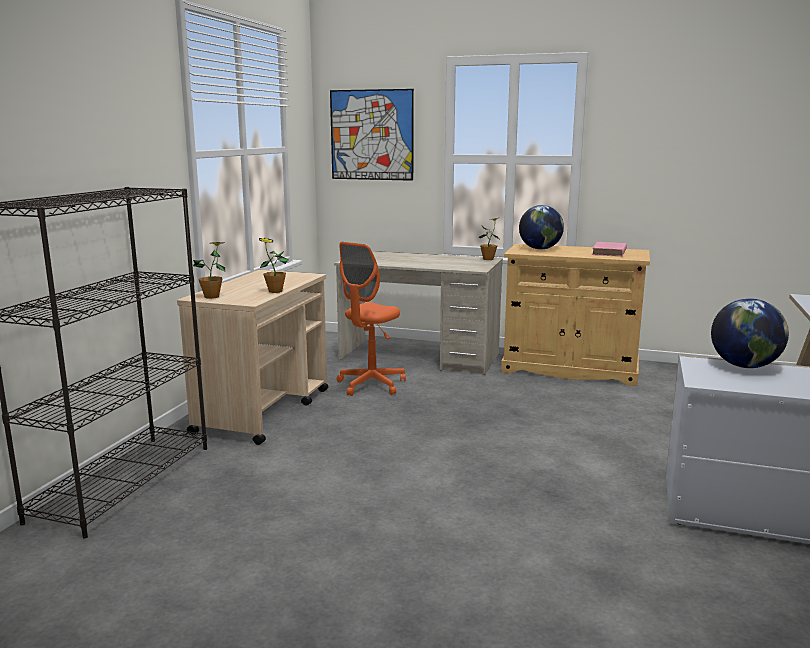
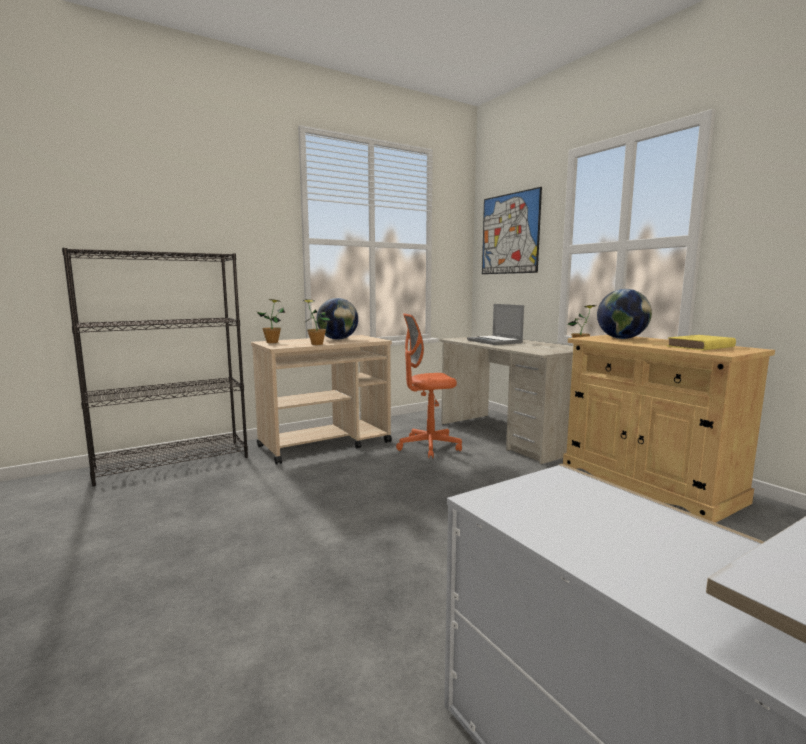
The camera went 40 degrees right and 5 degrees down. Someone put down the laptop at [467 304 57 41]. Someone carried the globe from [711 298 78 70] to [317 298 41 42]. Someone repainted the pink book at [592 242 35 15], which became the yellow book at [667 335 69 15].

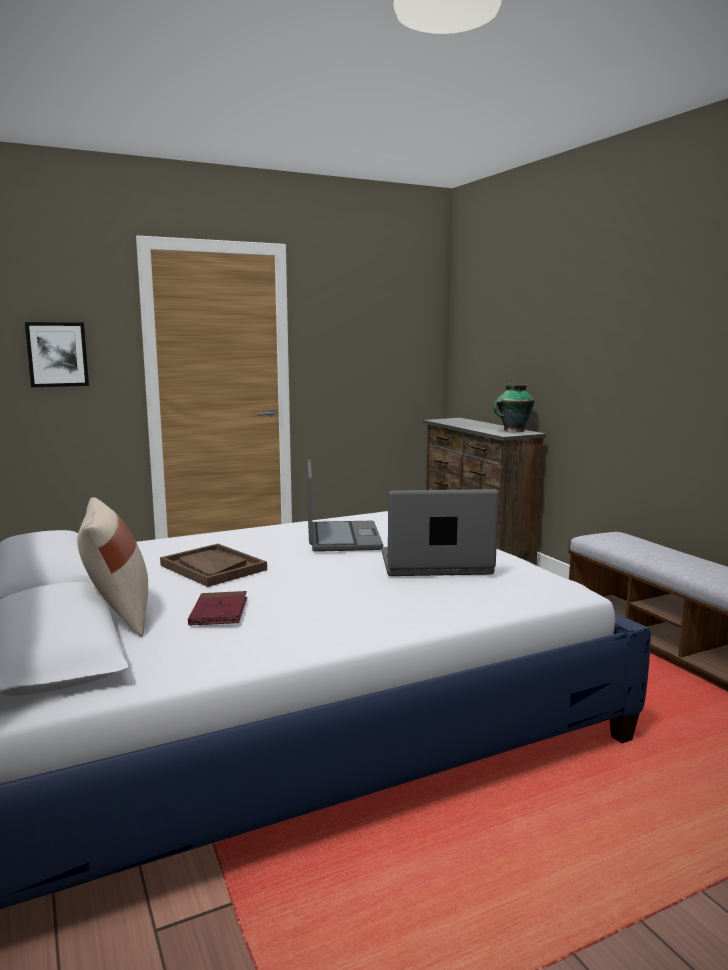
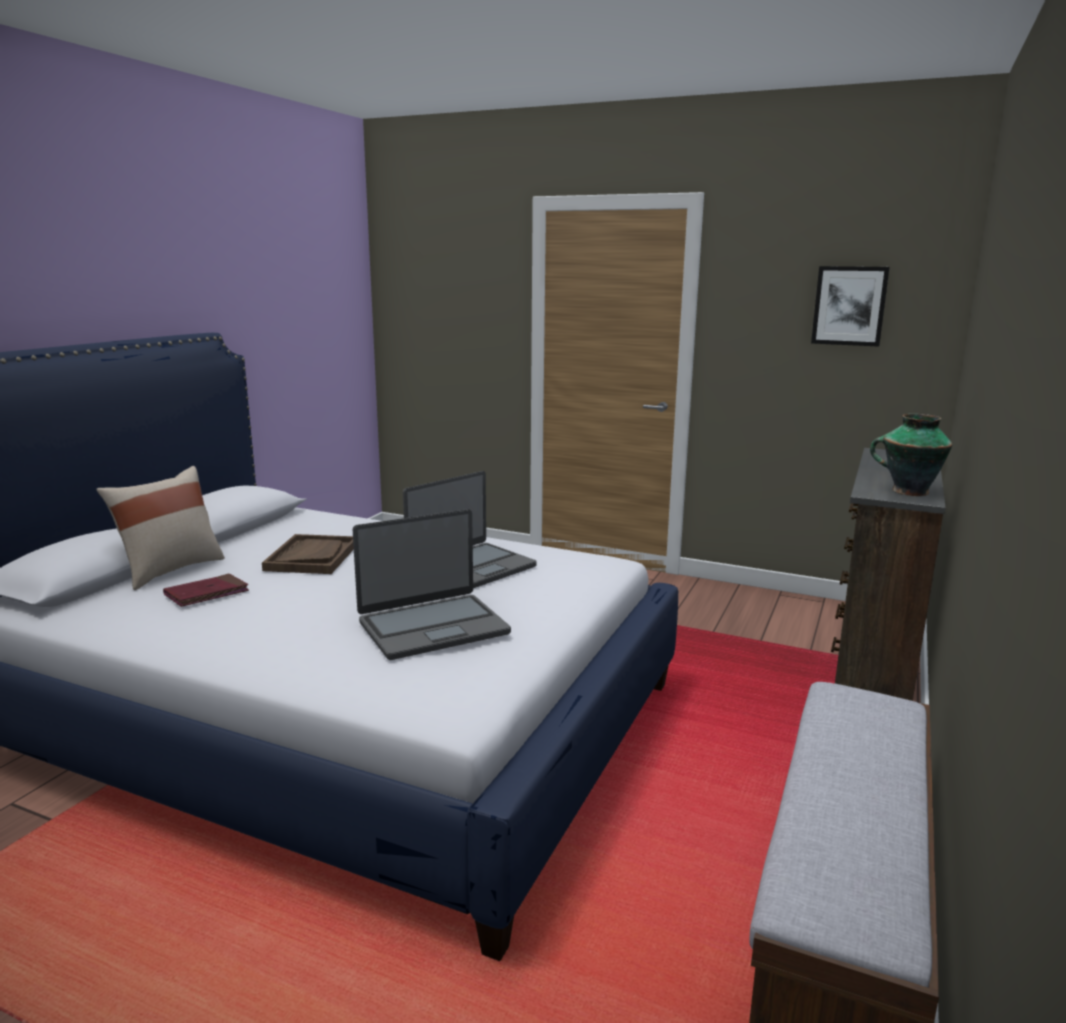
The camera went 50 degrees right and 5 degrees up. Someone carried the picture from [25 322 64 66] to [811 266 79 81]. Someone rotated the laptop at [382 489 117 87] by 105 degrees clockwise.

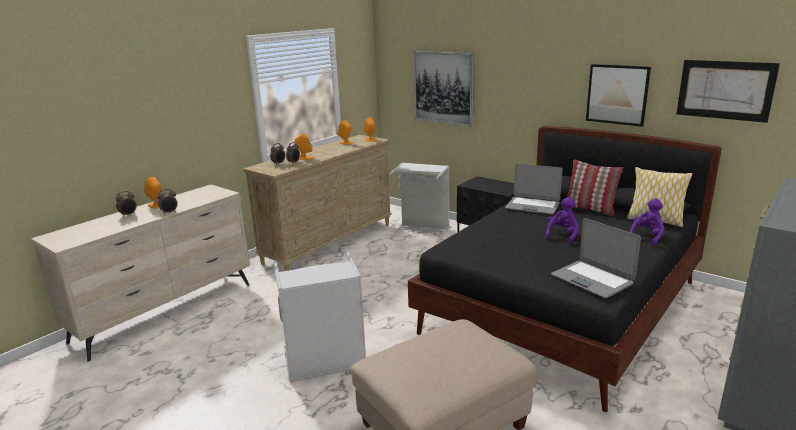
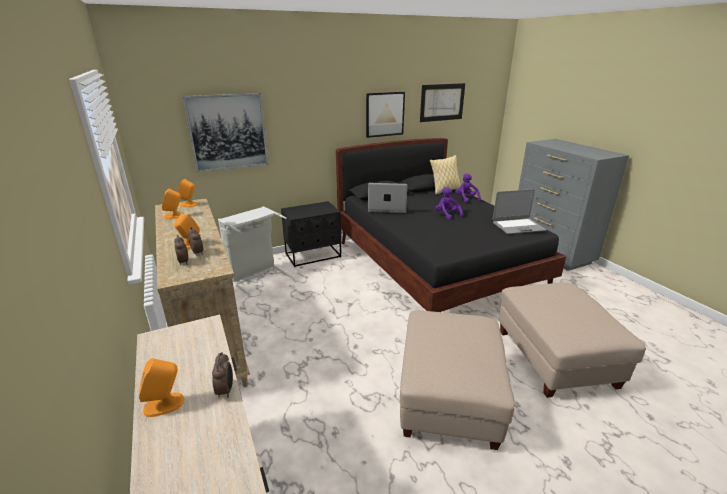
The camera went 65 degrees left and 5 degrees up. Someone took away the alarm clock at [116 191 21 26]. Someone took away the pillow at [567 160 56 56]. Someone swapped the grey laundry basket at [274 250 92 133] for the beige ottoman at [400 310 115 140]. Someone rotated the laptop at [505 164 58 50] by 135 degrees counterclockwise.

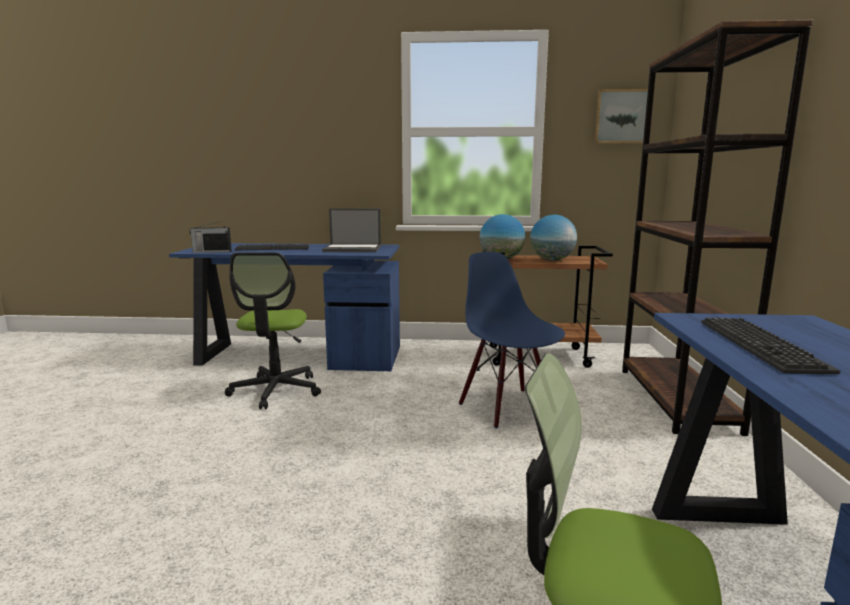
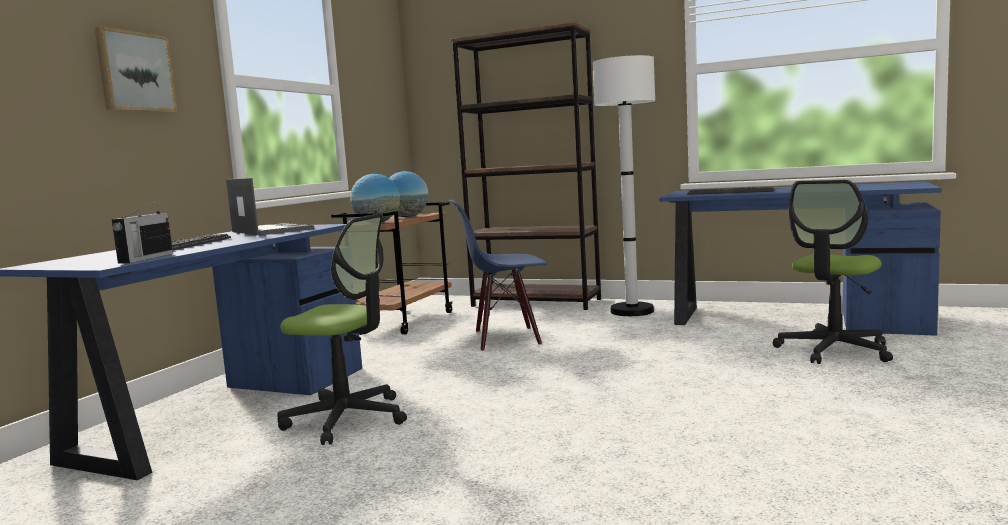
The camera went 70 degrees left and 5 degrees down. Someone put down the white floor lamp at [593 55 62 261]. Someone carried the picture from [594 89 54 55] to [95 26 82 86]. Someone rotated the laptop at [322 209 59 43] by 60 degrees counterclockwise.

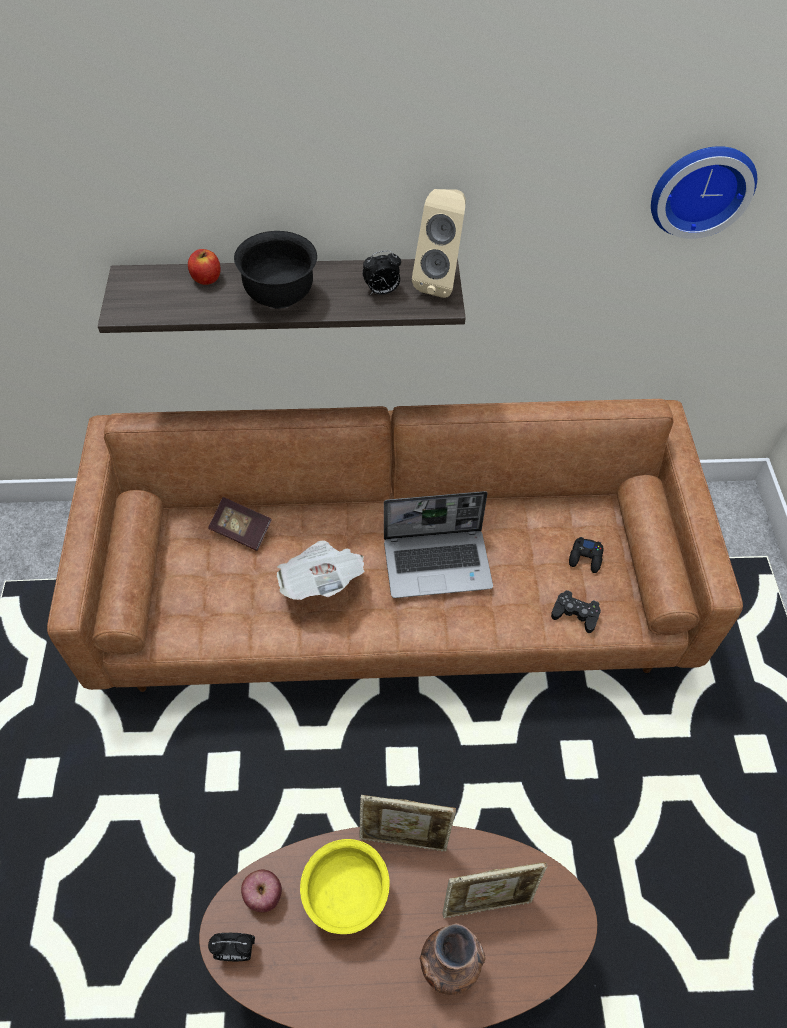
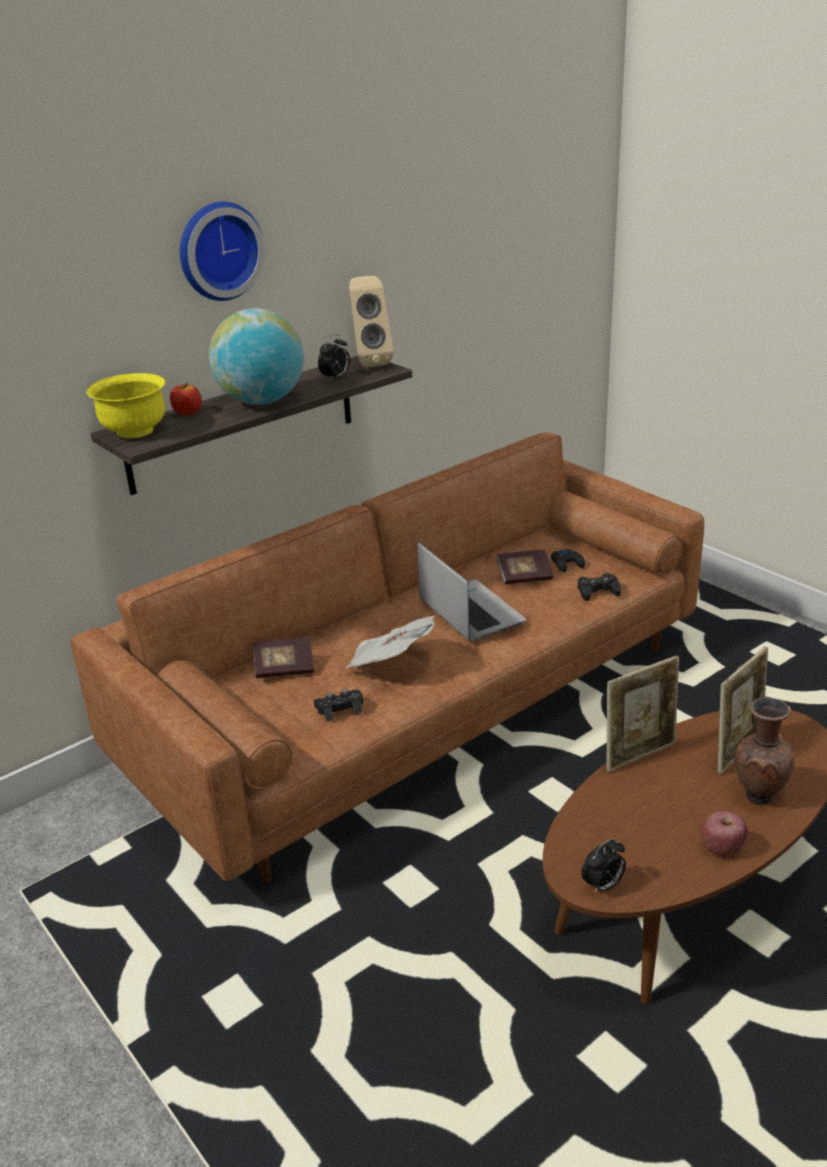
The camera went 35 degrees left and 25 degrees down. Someone put down the black game controller at [314 689 49 33]. Someone put down the book at [496 549 58 35]. Someone carried the apple from [241 869 41 43] to [701 811 46 45]. Someone carried the yellow bowl from [300 839 90 95] to [87 373 78 65]. Someone carried the wall clock from [651 146 106 93] to [180 202 85 99]. Someone swapped the black bowl at [234 231 83 78] for the globe at [209 308 95 97]. Someone rotated the laptop at [384 491 109 107] by 75 degrees counterclockwise.

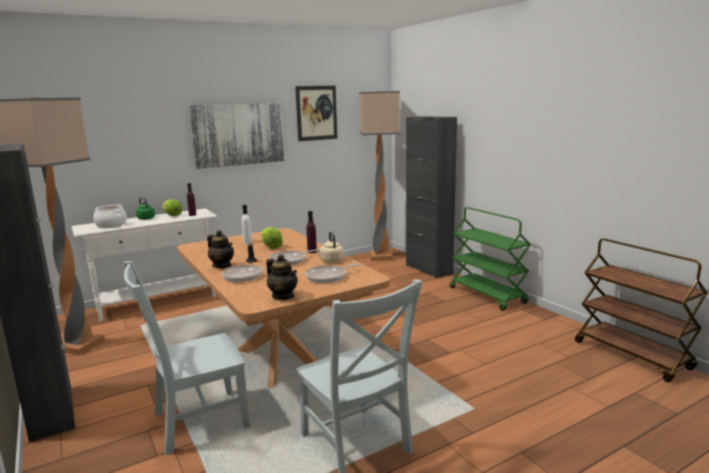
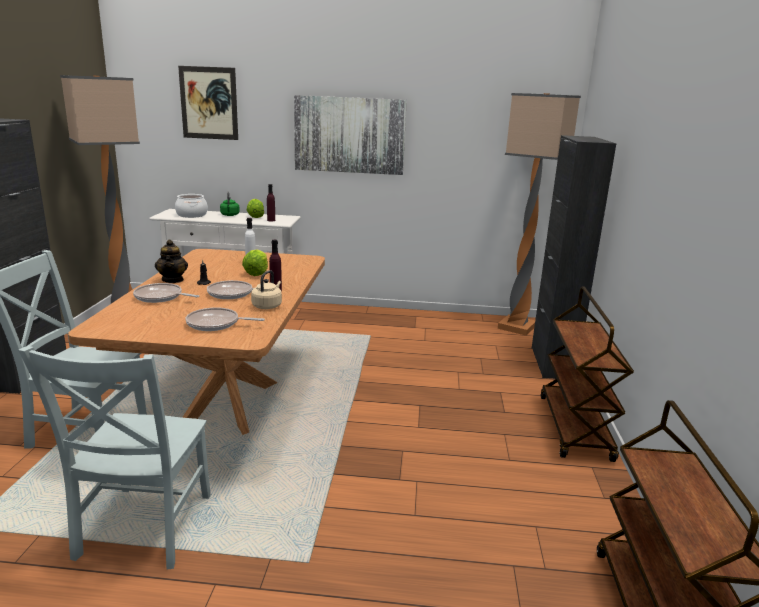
The camera went 35 degrees right and 5 degrees up. Someone took away the teapot at [266 254 32 46]. Someone carried the picture from [295 86 42 55] to [178 66 60 74]. Someone repainted the green cart at [450 207 81 104], which became the brown cart at [540 286 94 176].

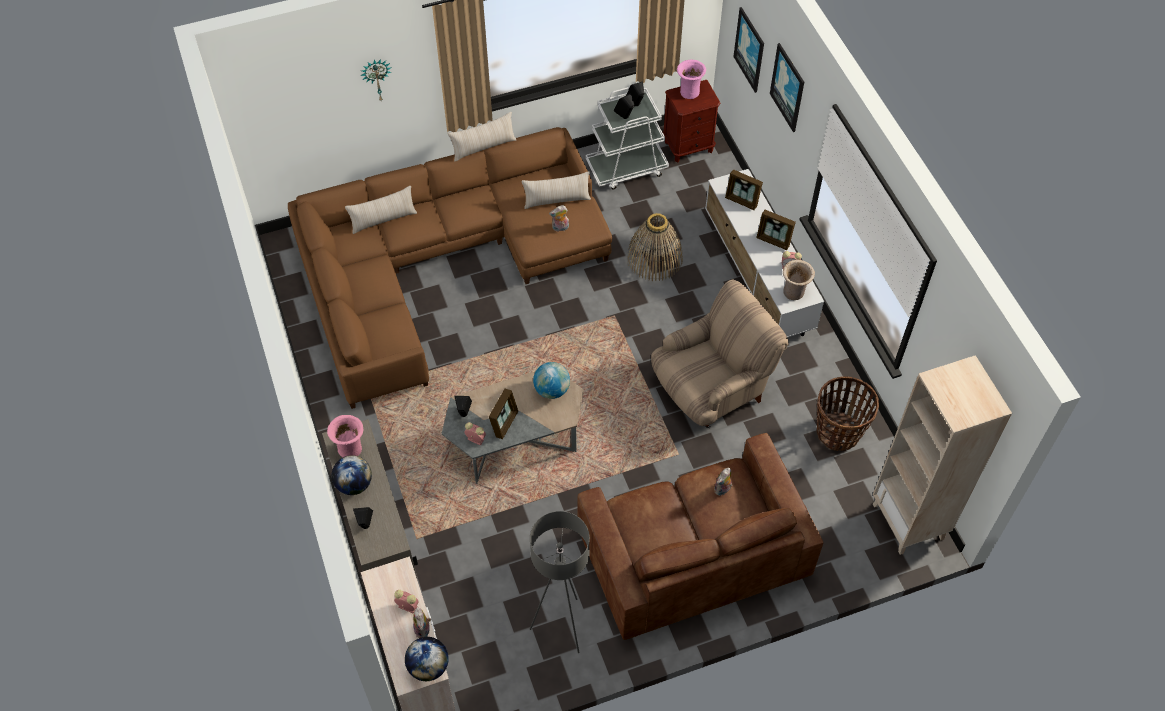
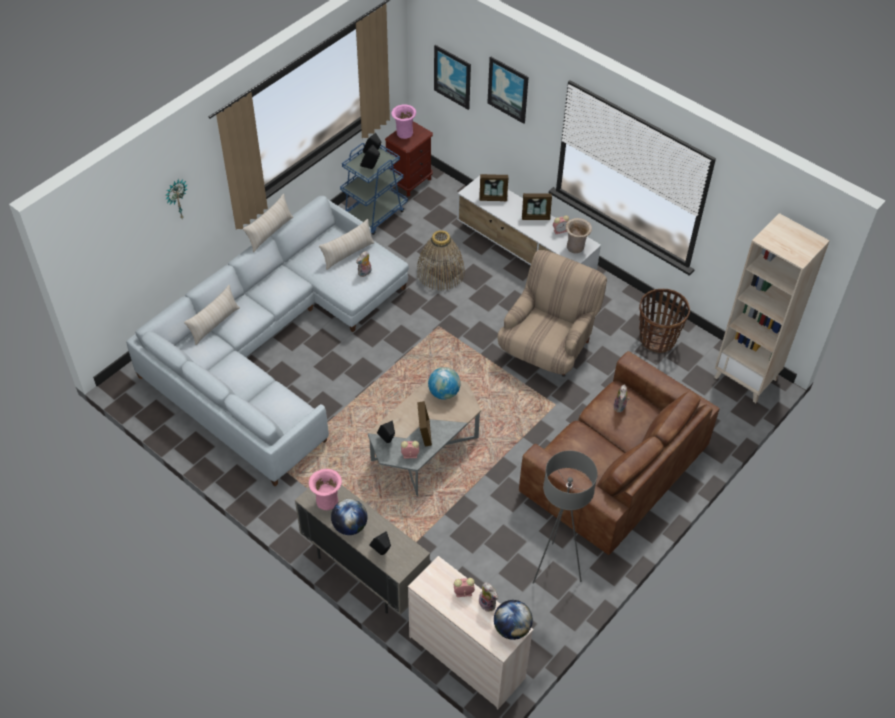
The camera went 30 degrees left and 5 degrees down. Someone repainted the brown sofa at [288 127 324 282], which became the grey sofa at [126 196 283 290]. Someone repainted the white cart at [586 87 83 102], which became the blue cart at [340 143 68 92].

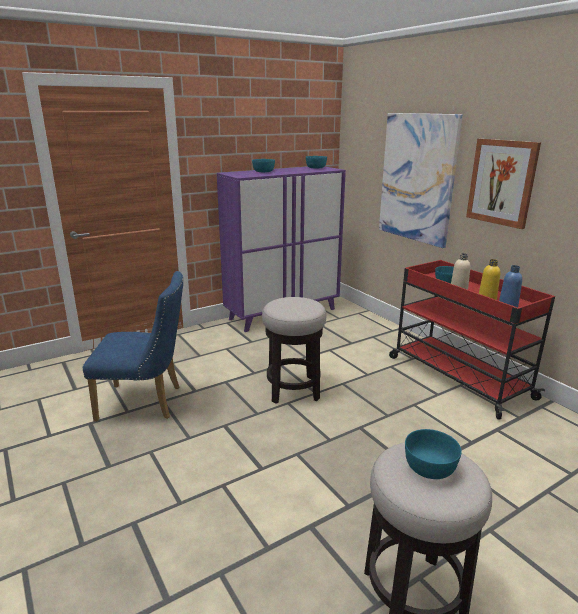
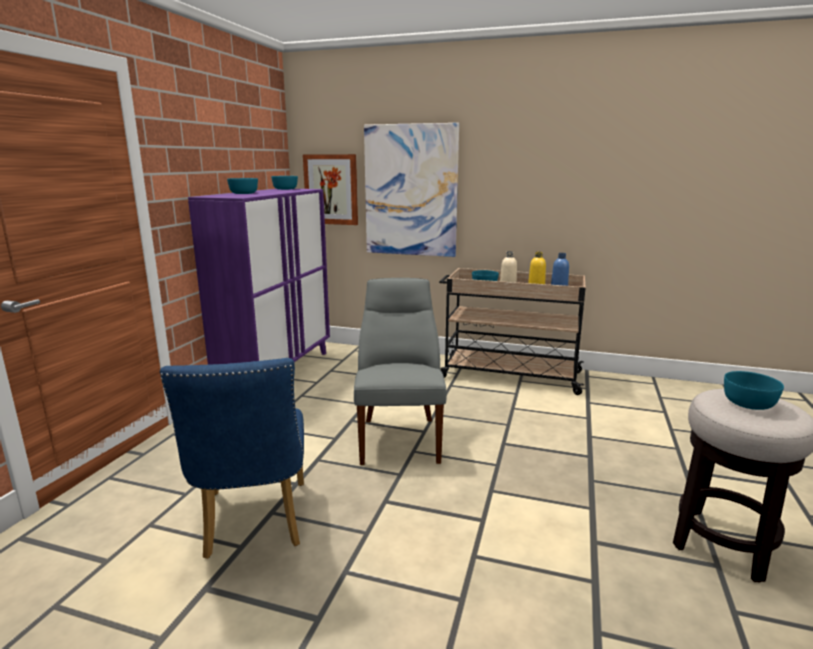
The camera went 40 degrees left and 5 degrees down. Someone carried the picture from [466 139 75 90] to [303 154 55 71]. Someone swapped the stool at [262 297 64 107] for the grey chair at [354 278 93 187]. Someone repainted the red cart at [389 260 166 159], which became the beige cart at [439 268 147 127]. Someone rotated the blue chair at [83 271 100 151] by 120 degrees clockwise.

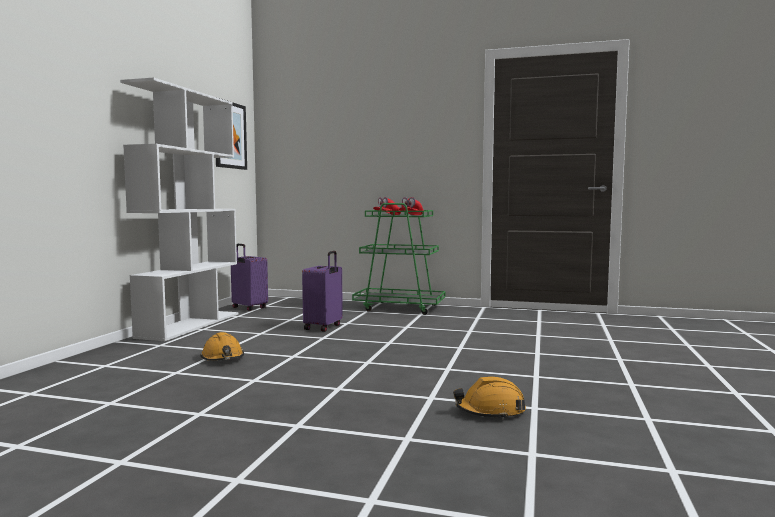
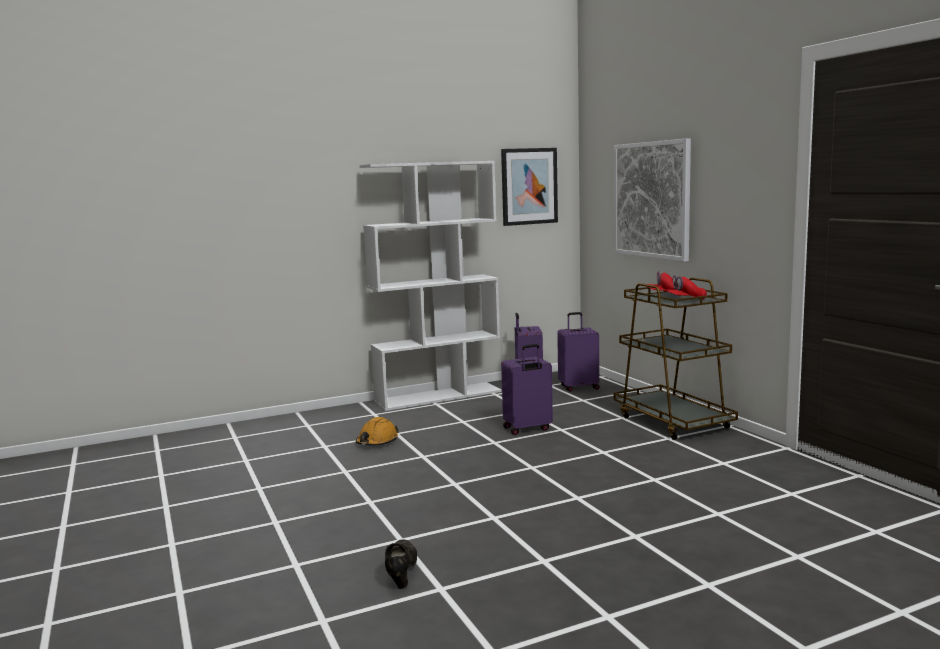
The camera went 50 degrees right and 5 degrees up. Someone put down the purple suitcase at [557 312 42 80]. Someone put up the picture at [614 138 77 124]. Someone swapped the orange hard hat at [453 377 73 43] for the black shoe at [385 540 32 49]. Someone repainted the green cart at [352 203 94 112], which became the brown cart at [614 277 124 163].

